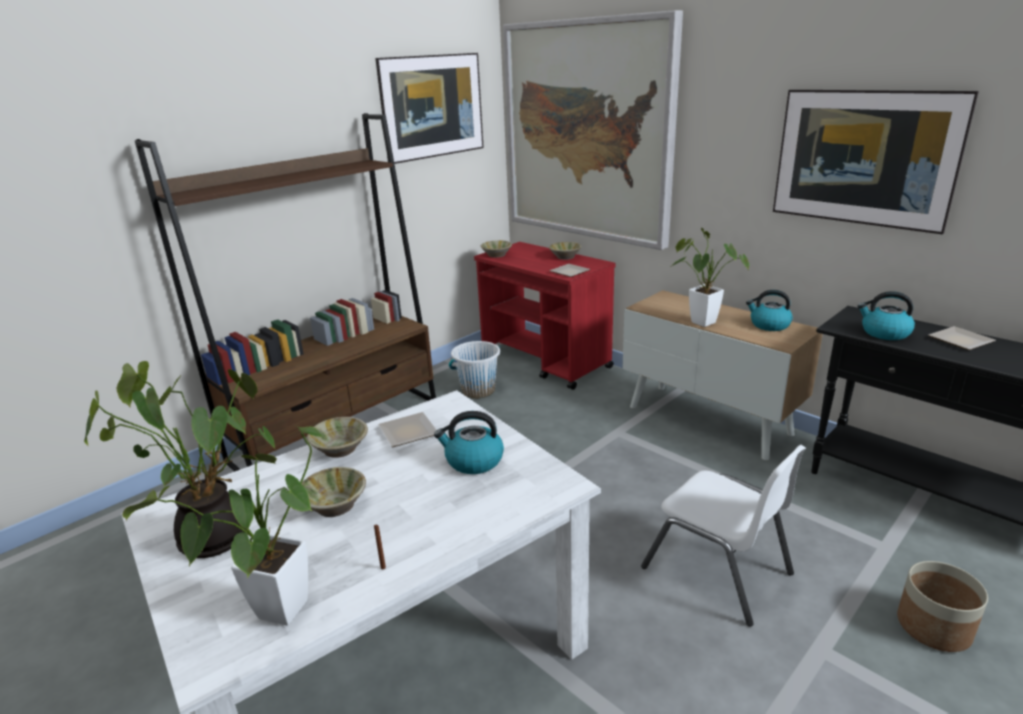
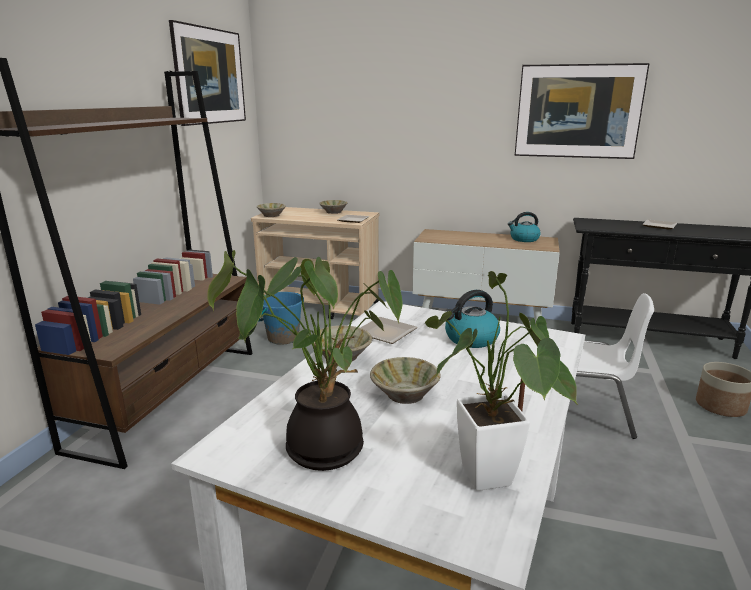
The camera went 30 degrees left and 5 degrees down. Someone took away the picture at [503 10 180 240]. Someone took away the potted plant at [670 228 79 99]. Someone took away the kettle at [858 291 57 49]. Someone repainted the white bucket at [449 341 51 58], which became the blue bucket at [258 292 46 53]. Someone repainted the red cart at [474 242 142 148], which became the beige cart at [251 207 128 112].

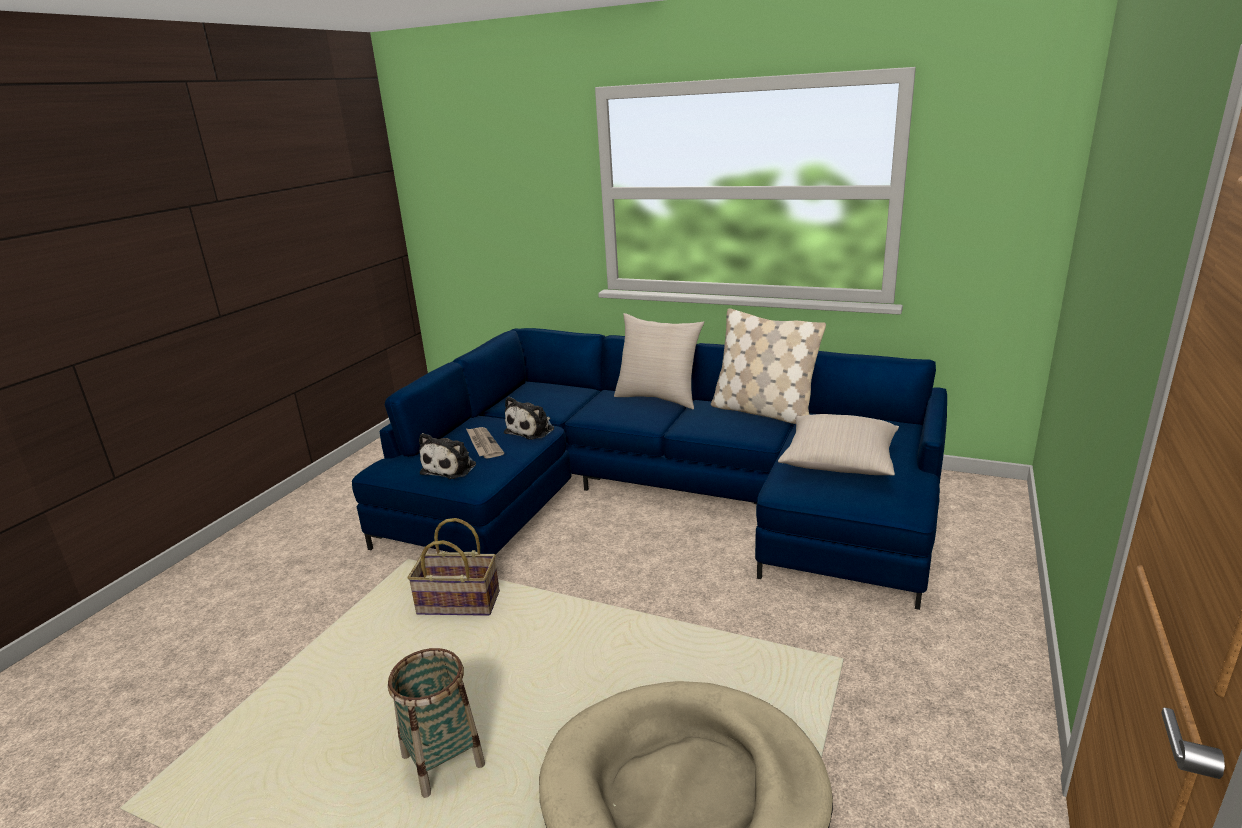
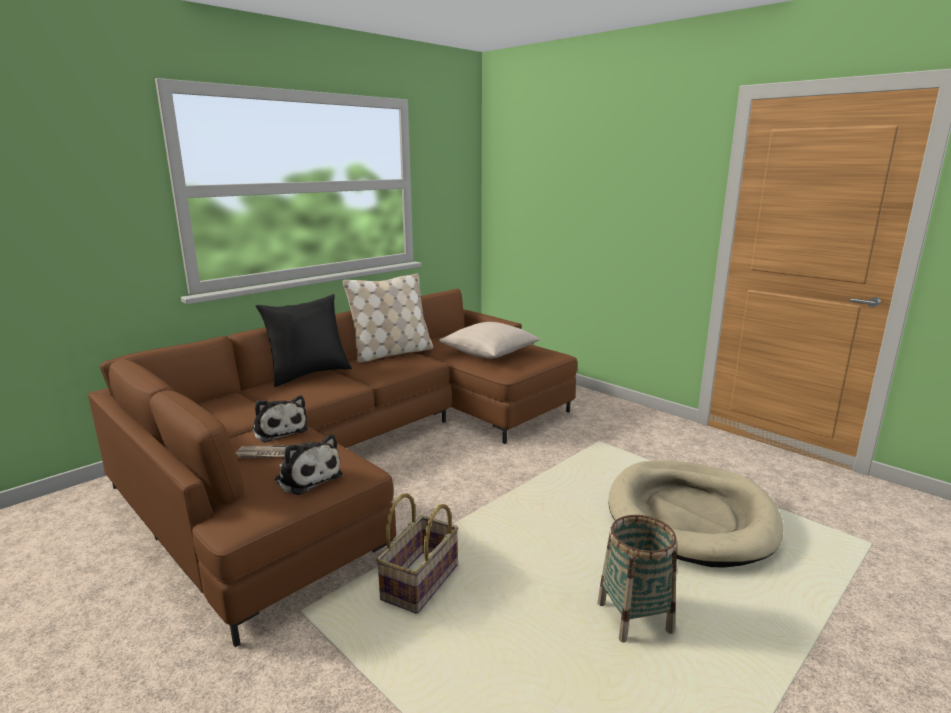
The camera went 70 degrees left and 5 degrees down. Someone repainted the blue sofa at [352 328 595 282], which became the brown sofa at [88 289 489 358]. Someone repainted the beige pillow at [614 313 90 96], which became the black pillow at [255 294 97 93].

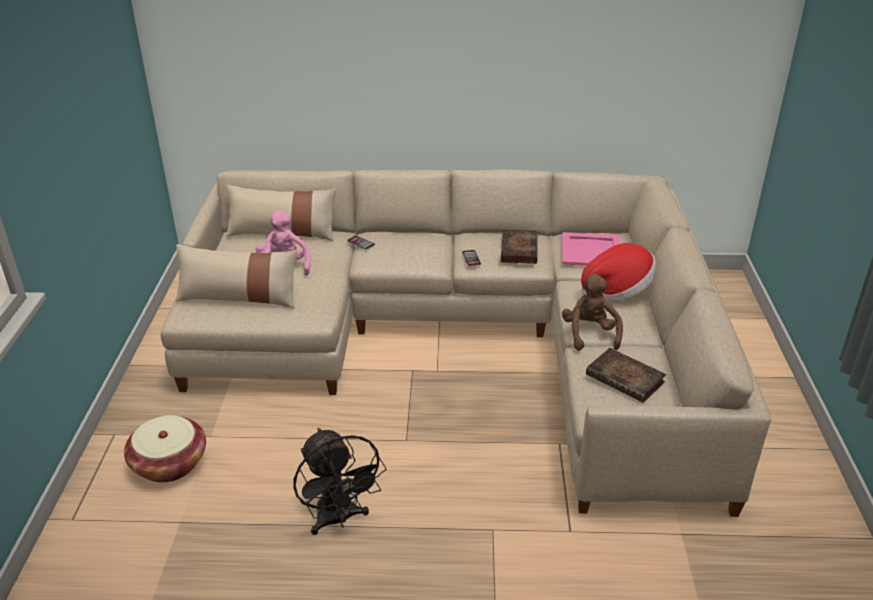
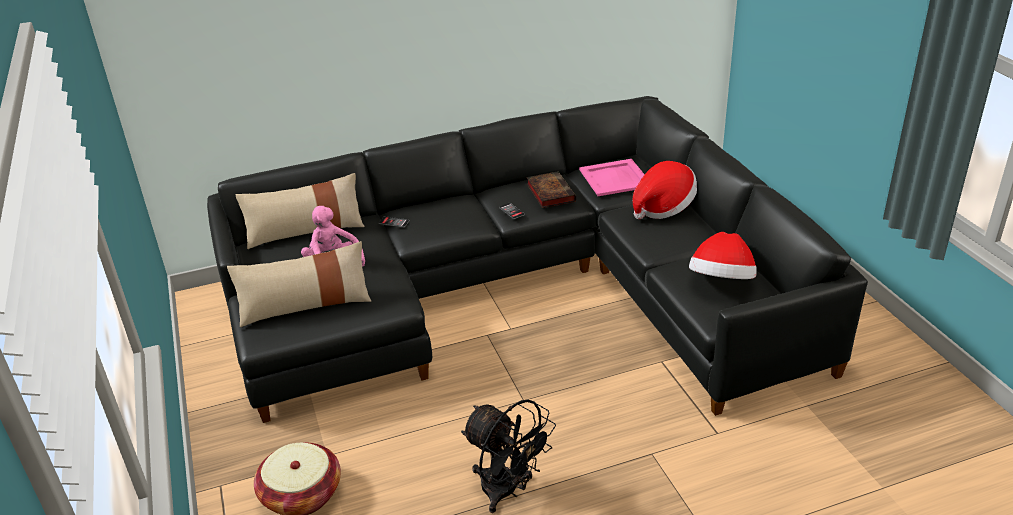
The camera went 20 degrees left and 0 degrees up. Someone took away the brown plush toy at [562 274 61 77]. Someone swapped the book at [586 348 80 55] for the hat at [689 232 68 47]. Someone repainted the beige sofa at [161 169 610 348], which became the black sofa at [207 96 661 327].

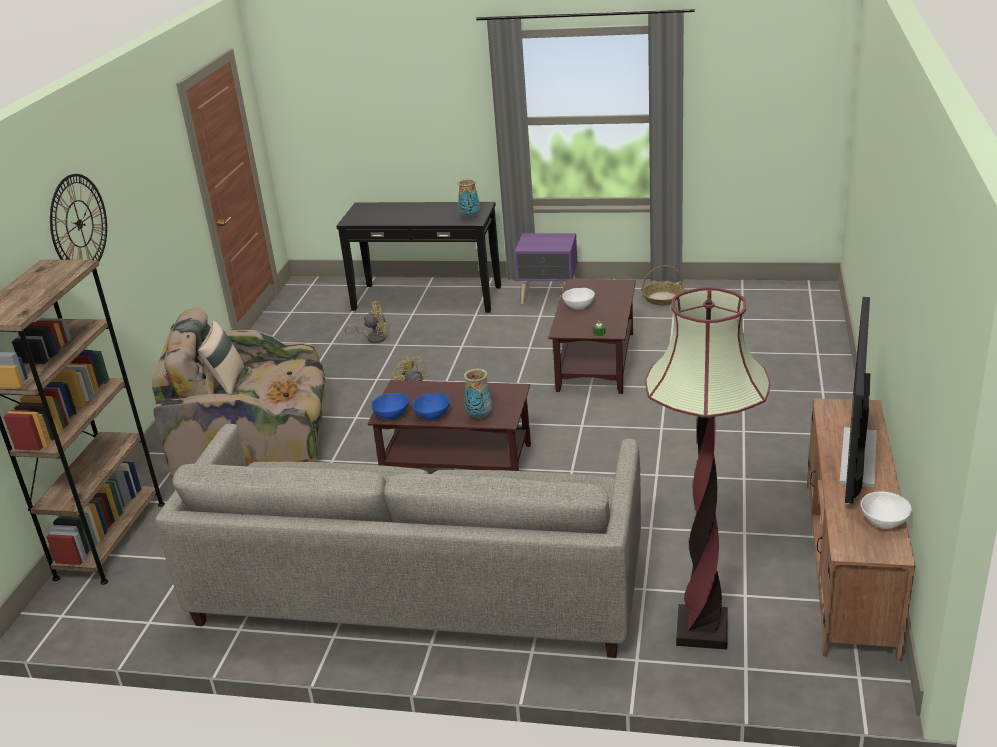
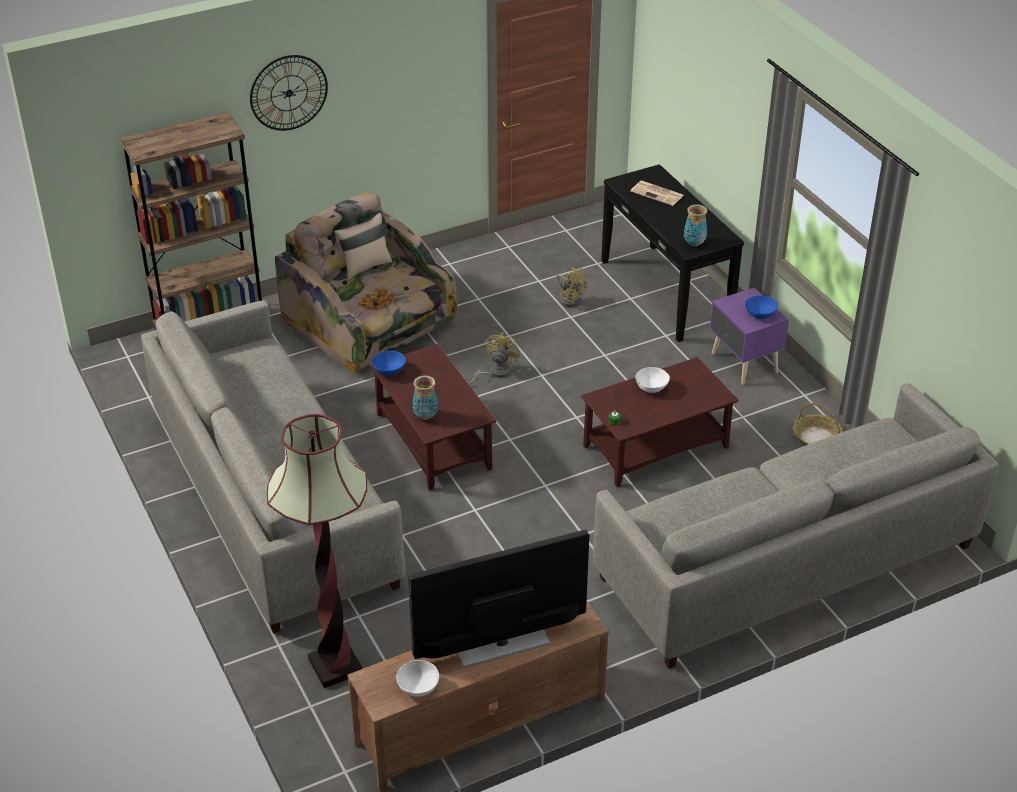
The camera went 50 degrees right and 10 degrees up. Someone put down the grey sofa at [593 383 405 286]. Someone put down the newspaper at [631 181 53 25]. Someone carried the blue bowl from [412 393 38 27] to [745 295 33 24].

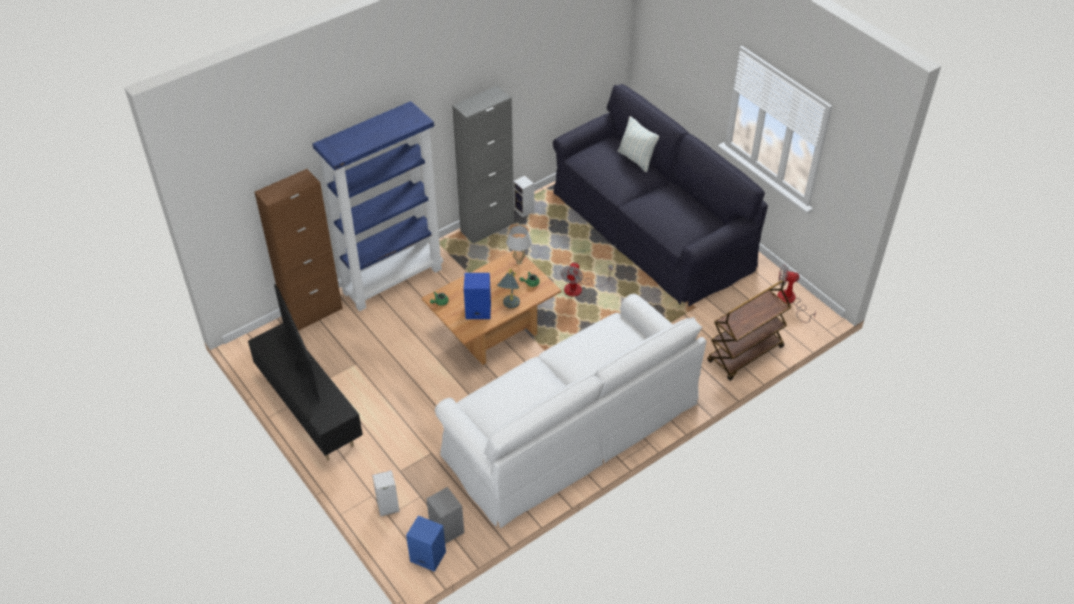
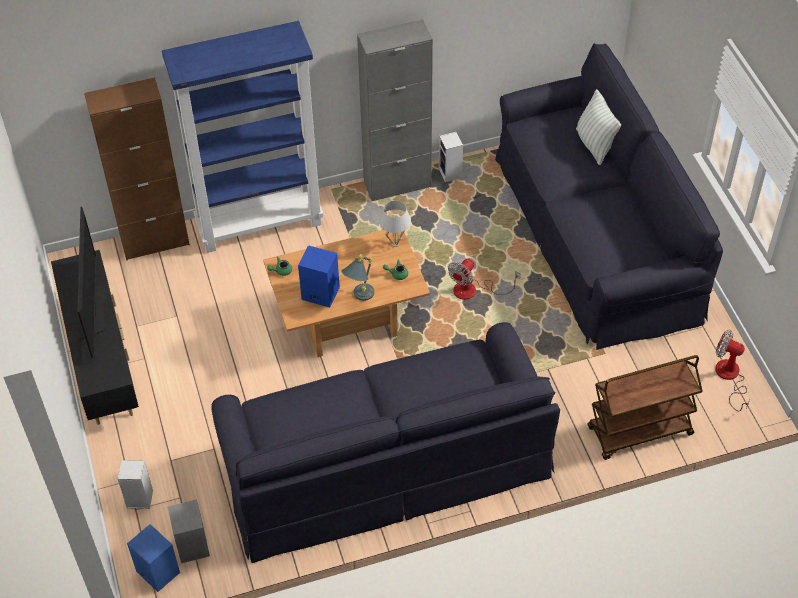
The camera went 20 degrees right and 5 degrees up. Someone repainted the white sofa at [435 294 272 234], which became the black sofa at [212 322 348 241].

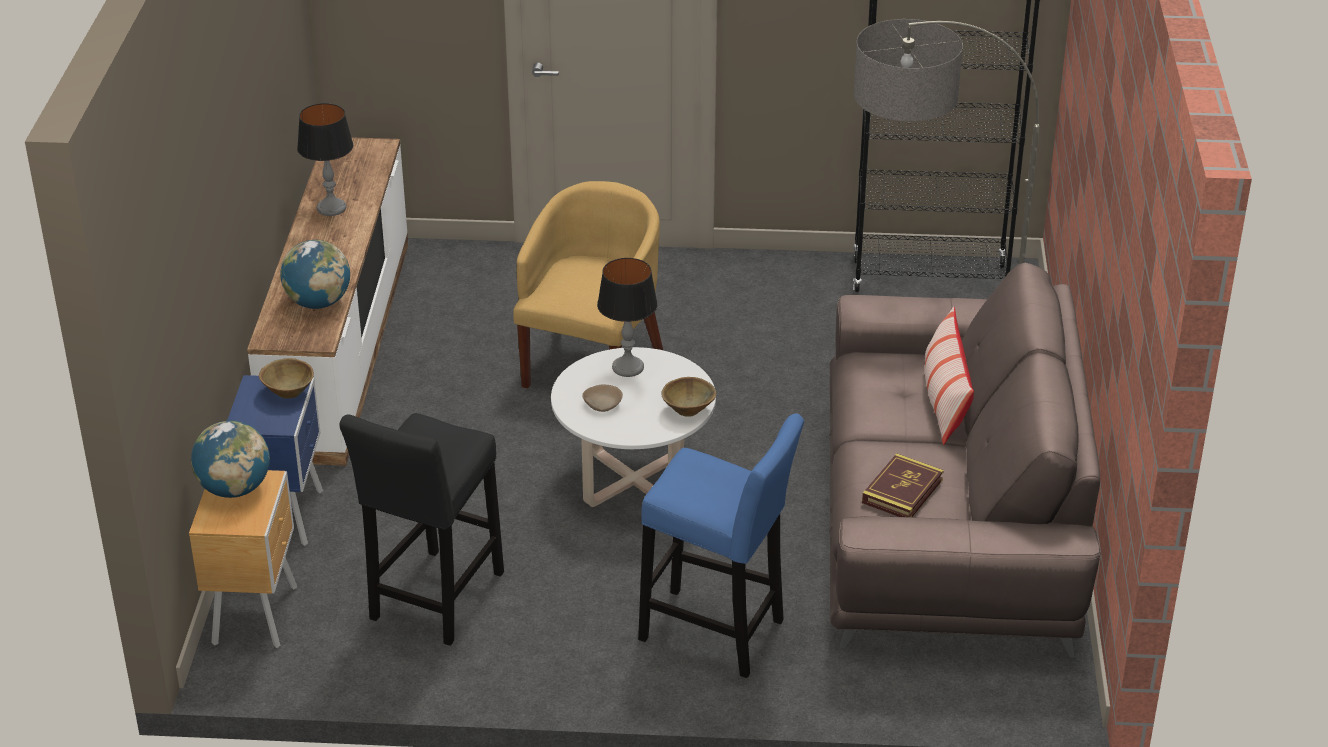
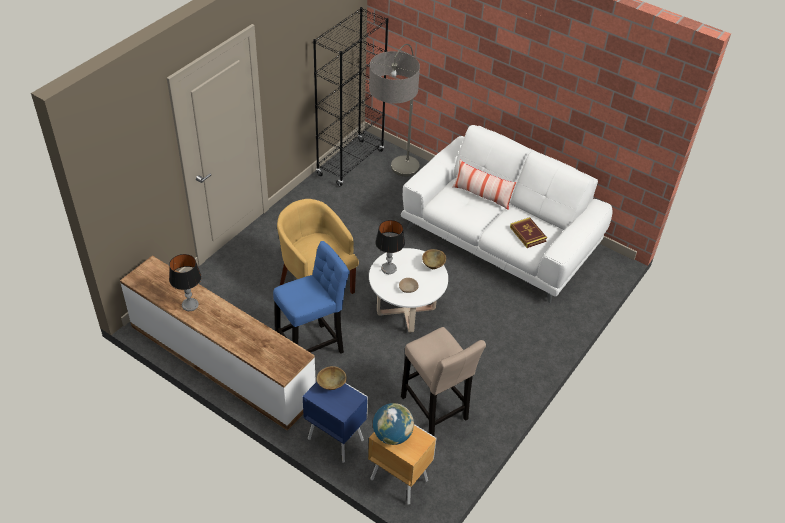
The camera went 60 degrees left and 10 degrees up. Someone took away the globe at [280 240 70 69]. Someone carried the blue stool from [638 413 166 265] to [273 241 77 113]. Someone repainted the black stool at [339 413 165 233], which became the beige stool at [401 327 85 109]. Someone repainted the brown sofa at [829 263 272 394], which became the white sofa at [401 125 212 178].

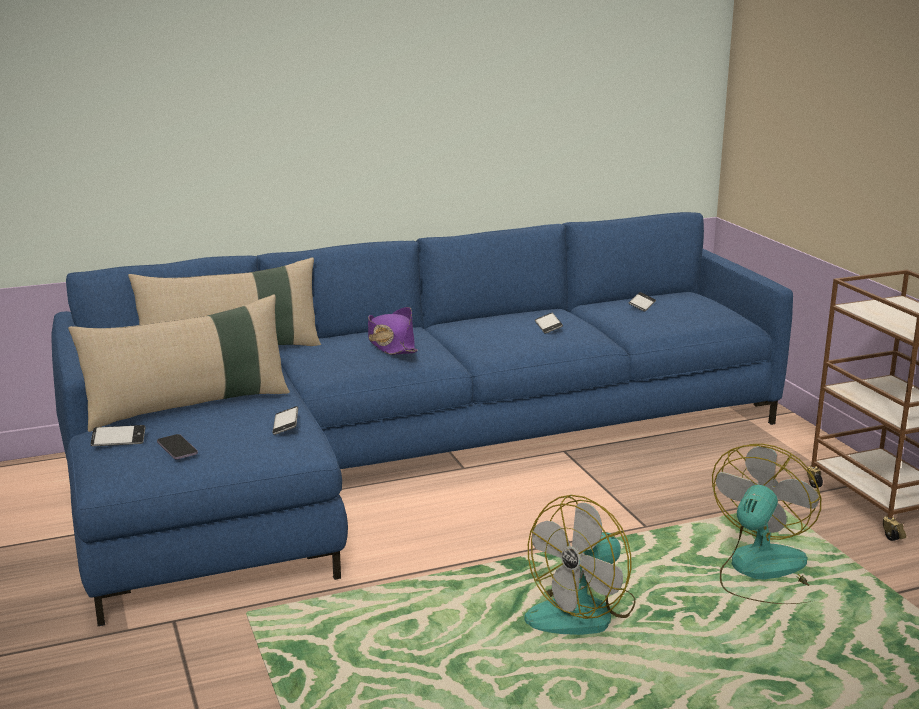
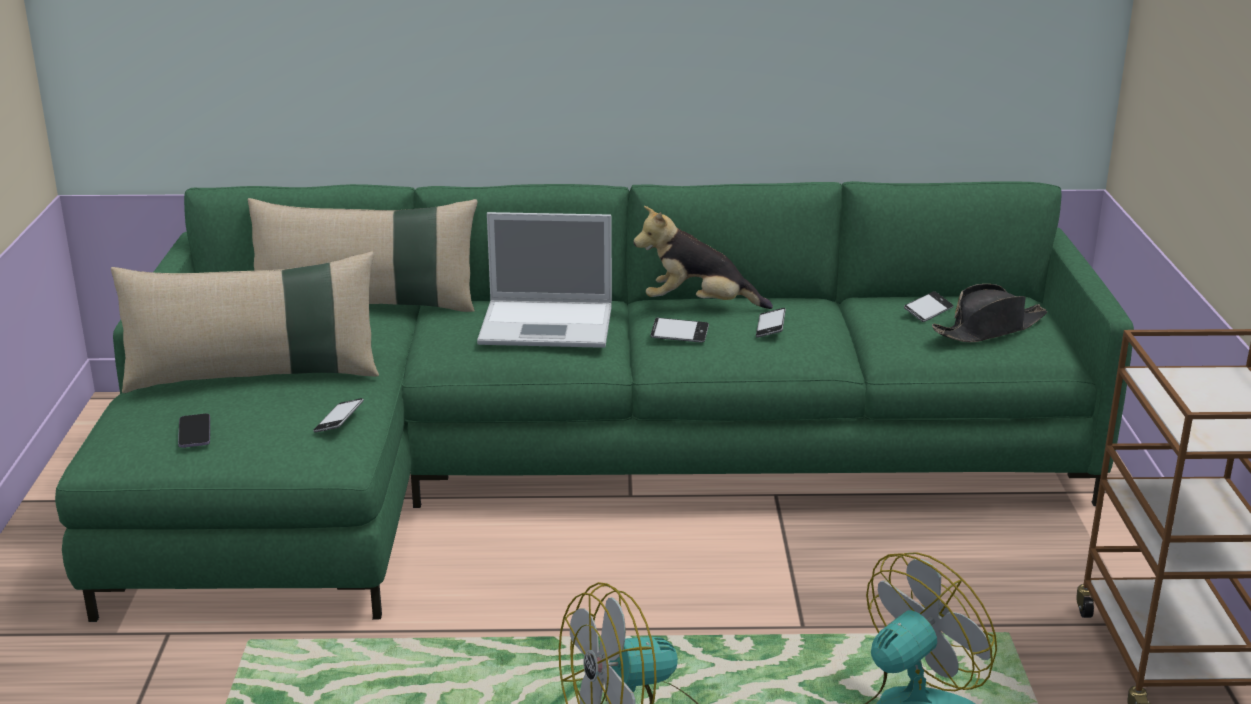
The camera went 20 degrees right and 5 degrees up. Someone put down the plush toy at [633 206 140 103]. Someone put down the black hat at [932 284 116 58]. Someone carried the phone from [91 425 54 21] to [650 318 59 25]. Someone swapped the purple hat at [368 307 50 48] for the laptop at [477 212 135 136]. Someone repainted the blue sofa at [52 212 741 414], which became the green sofa at [55 181 1079 441].

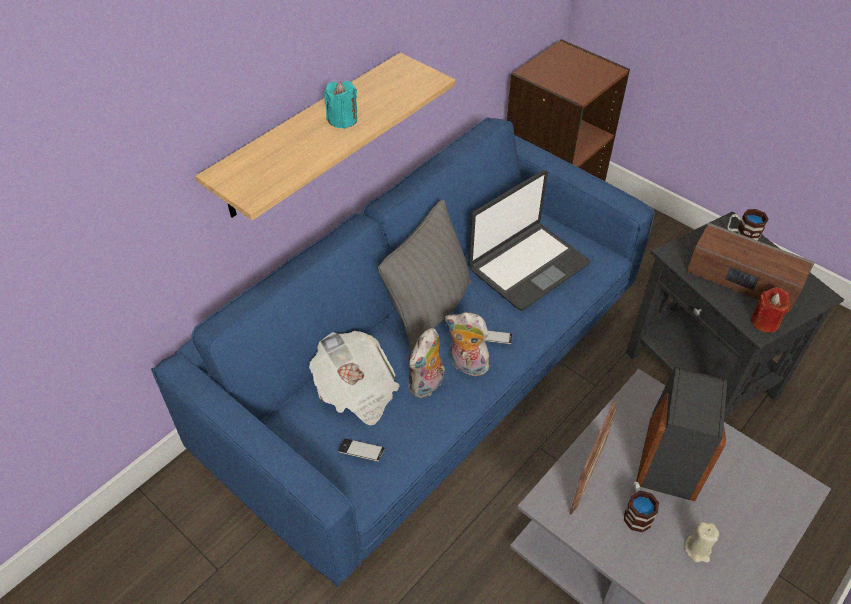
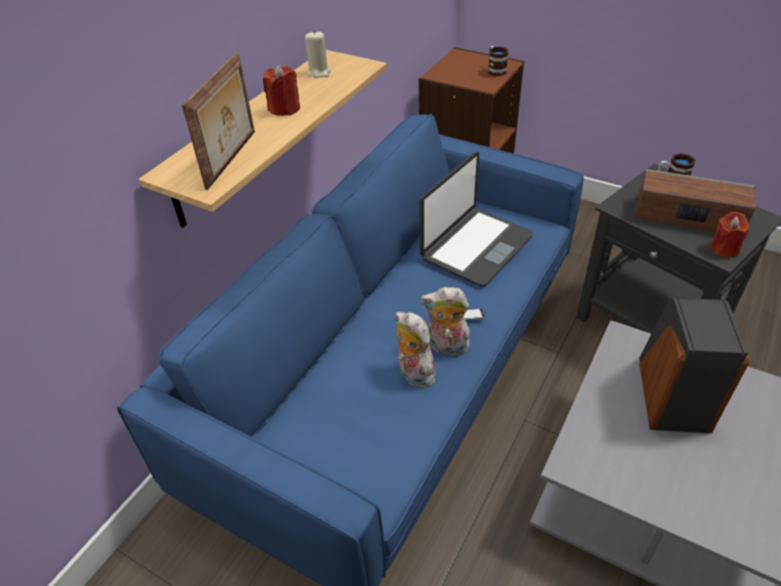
The camera went 10 degrees left and 5 degrees down. Someone took away the newspaper at [309 331 91 94]. Someone took away the phone at [338 438 47 24]. Someone took away the grey pillow at [378 199 93 152]. Someone carried the picture frame from [569 399 47 116] to [182 51 73 139]. Someone carried the mug from [624 482 35 51] to [488 46 20 30]. Someone carried the beige candle from [685 522 34 40] to [305 30 26 48]. Someone repainted the turquoise candle at [324 81 33 48], which became the red candle at [263 65 37 51]. Someone rotated the plush toy at [408 328 37 70] by 120 degrees clockwise.

